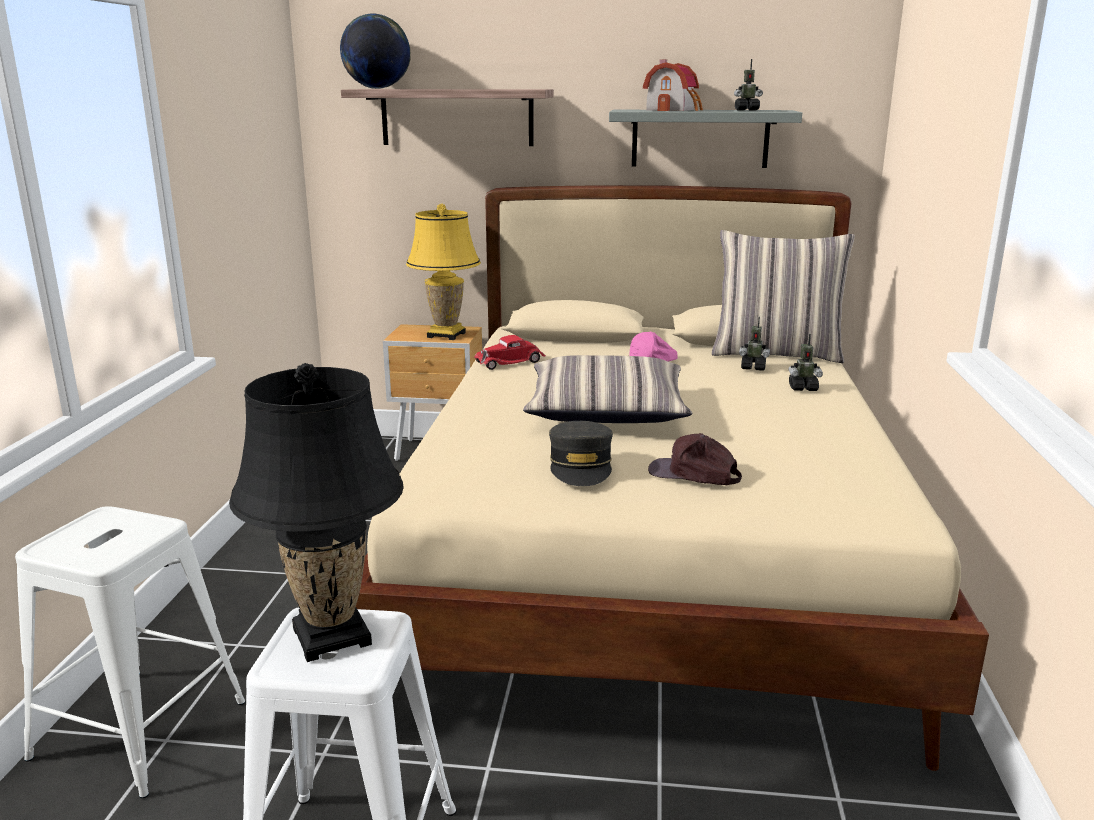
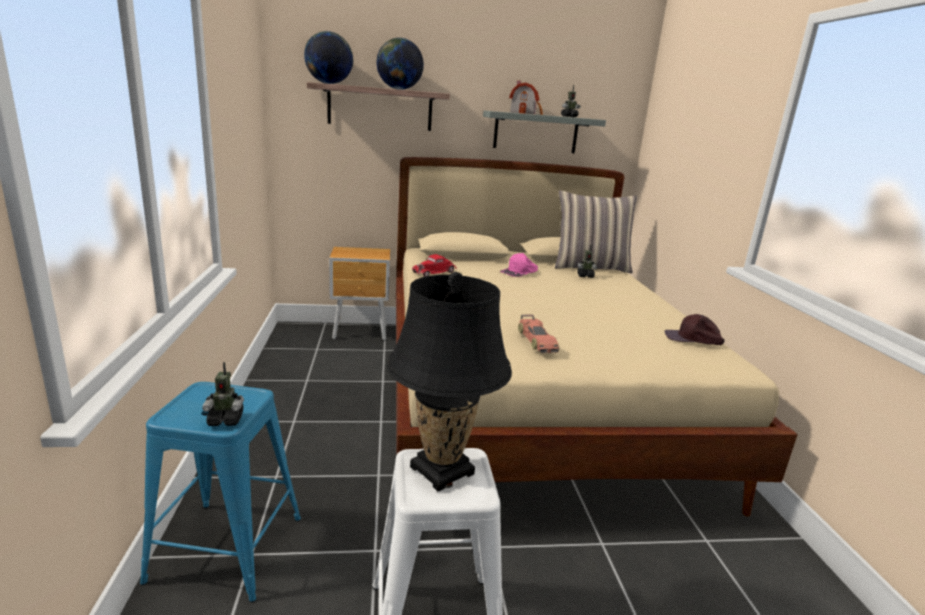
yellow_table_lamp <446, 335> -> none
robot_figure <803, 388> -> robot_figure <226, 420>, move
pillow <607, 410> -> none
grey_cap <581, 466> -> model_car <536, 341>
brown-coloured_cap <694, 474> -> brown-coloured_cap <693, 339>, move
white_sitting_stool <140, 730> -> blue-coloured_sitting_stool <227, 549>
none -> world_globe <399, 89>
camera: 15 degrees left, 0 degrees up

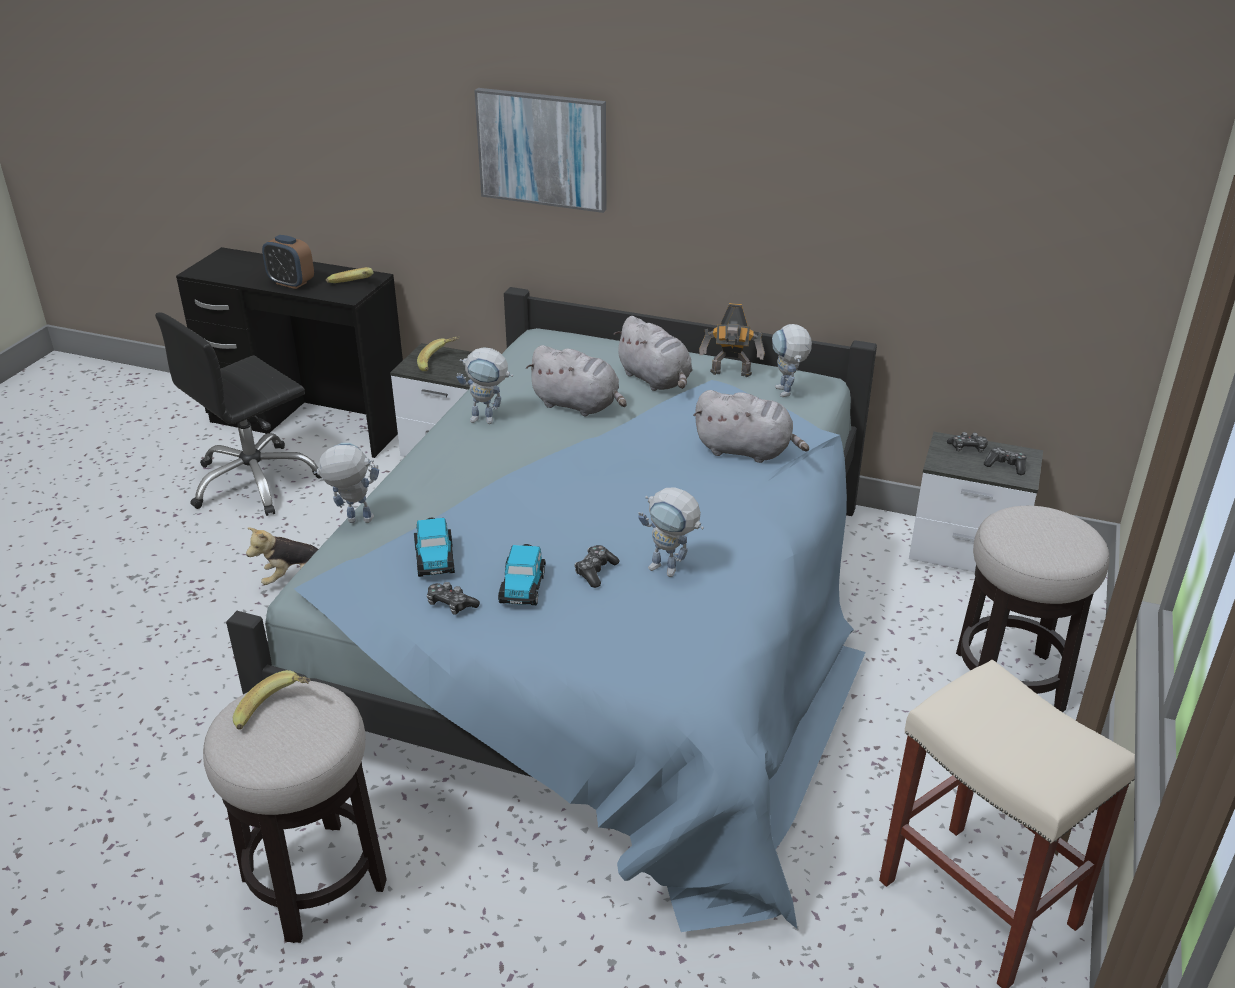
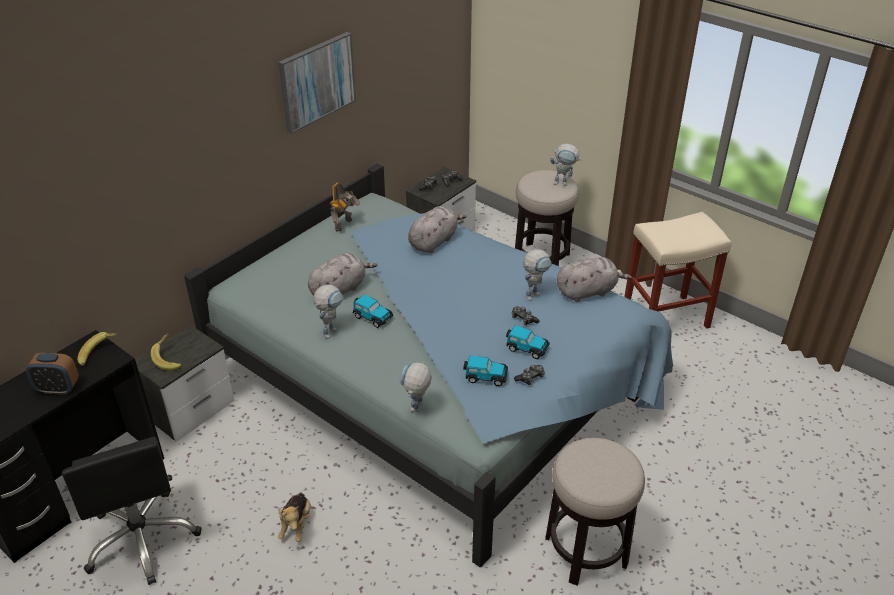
wall_art <543, 149> -> wall_art <317, 81>, move
alarm_clock <291, 283> -> alarm_clock <58, 388>, 45 degrees clockwise
grey_soft_toy <656, 380> -> grey_soft_toy <588, 291>, move
robot_figure <787, 394> -> robot_figure <564, 183>, move
whole_banana <276, 712> -> none
none -> model_car <372, 317>
camera: 70 degrees left, 5 degrees up

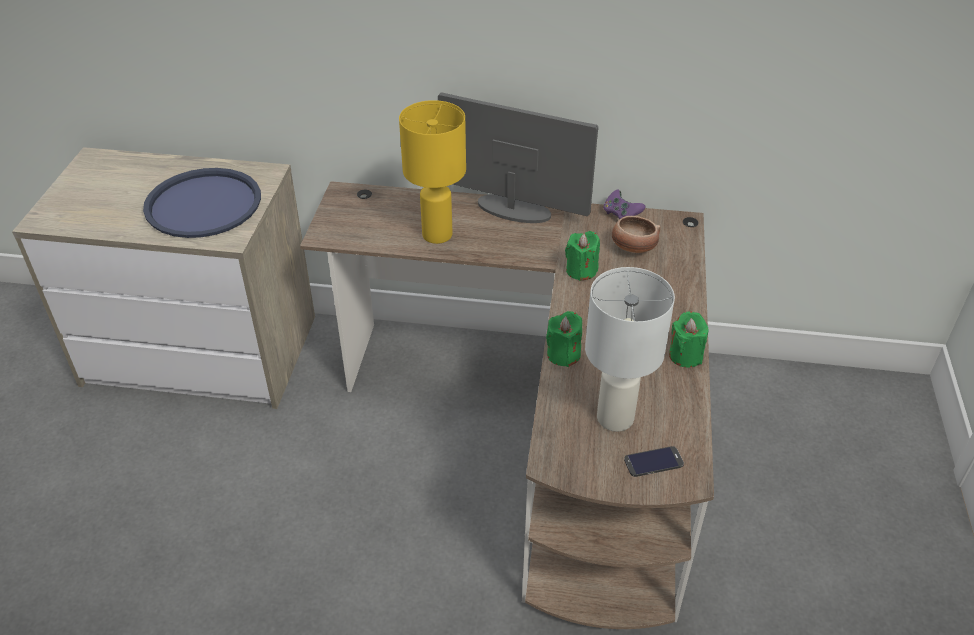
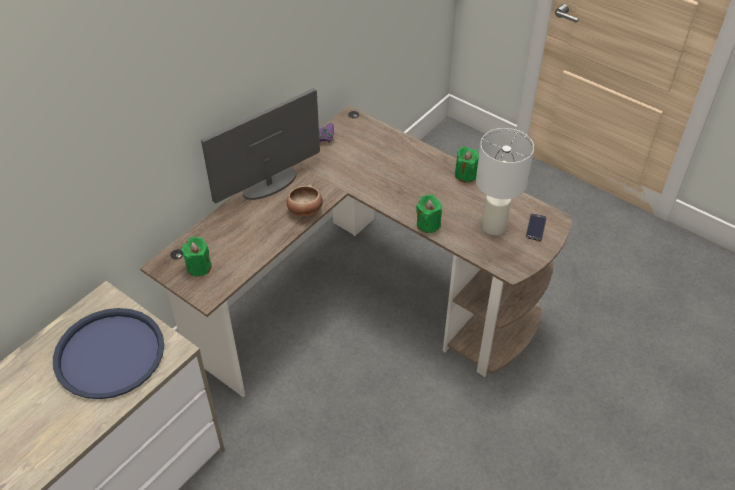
yellow_table_lamp <436, 234> -> none
serving_bowl <633, 247> -> serving_bowl <305, 210>, move
green-coloured_wax_light <581, 270> -> green-coloured_wax_light <199, 267>, move
camera: 60 degrees left, 5 degrees up

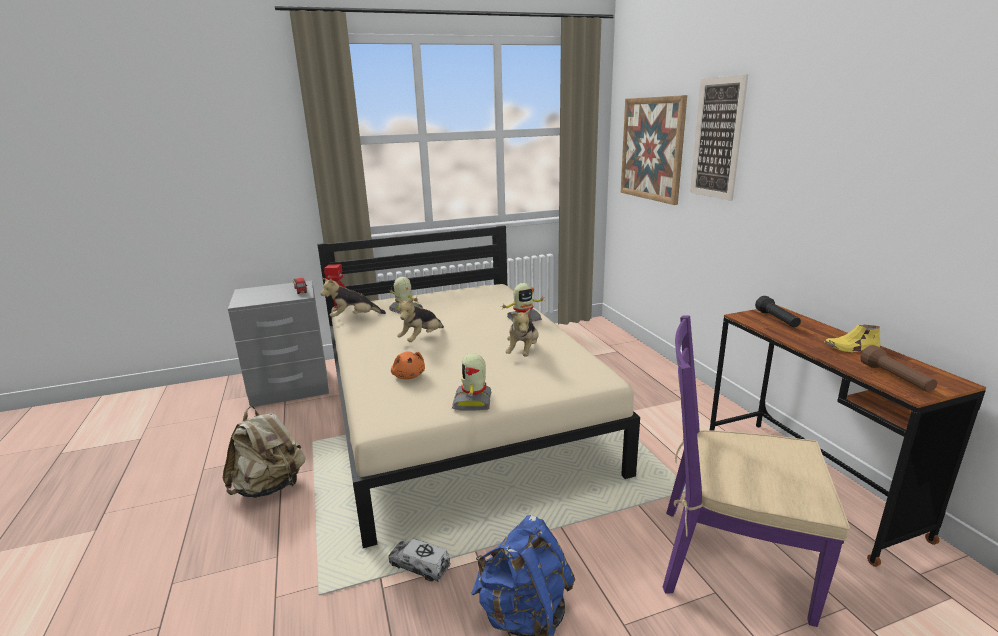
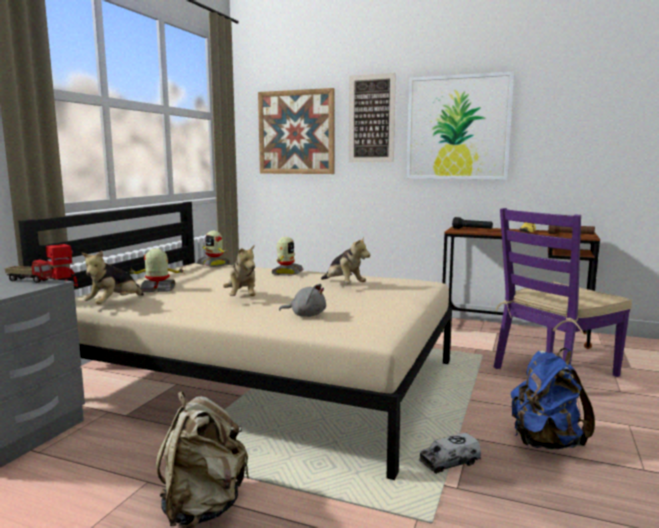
orangey_soft_toy <409, 376> -> grey_soft_toy <306, 315>
robot_figure <473, 401> -> robot_figure <214, 264>, move
none -> wall_art <458, 128>
camera: 50 degrees left, 10 degrees down

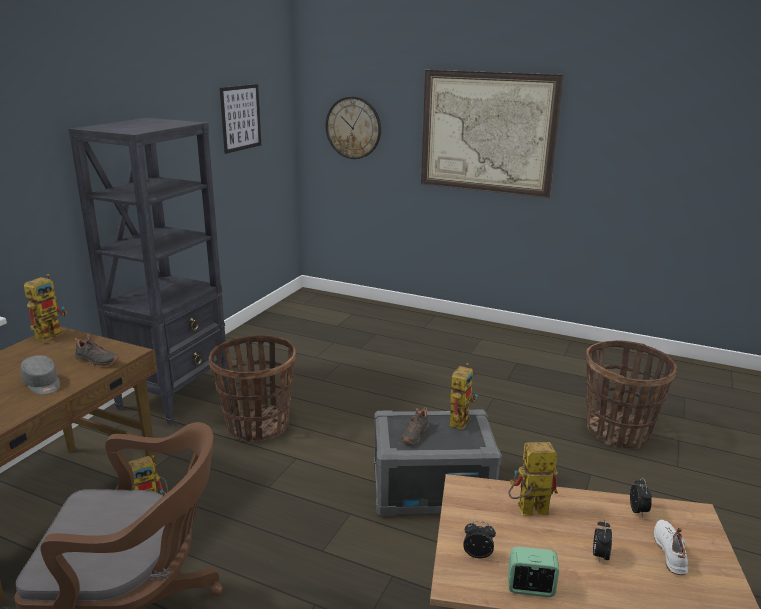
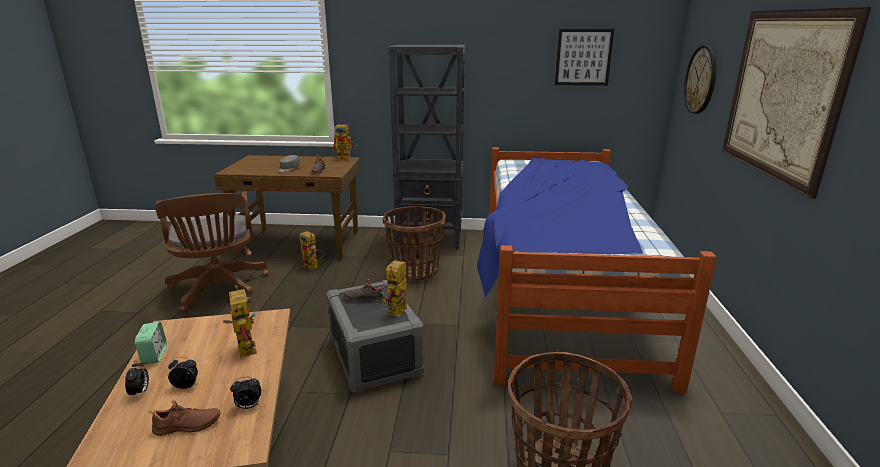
robot_figure <459, 419> -> robot_figure <397, 313>, 105 degrees clockwise
white_item_of_footwear <671, 552> -> brown-coloured_item_of_footwear <187, 427>
alarm_clock <478, 554> -> alarm_clock <140, 392>, move
none -> bedroom_bed <558, 290>
camera: 70 degrees right, 0 degrees up

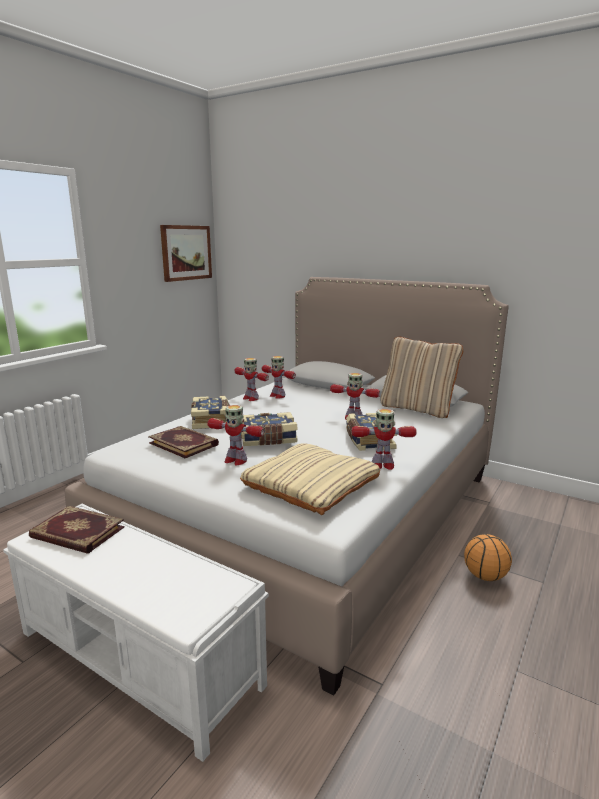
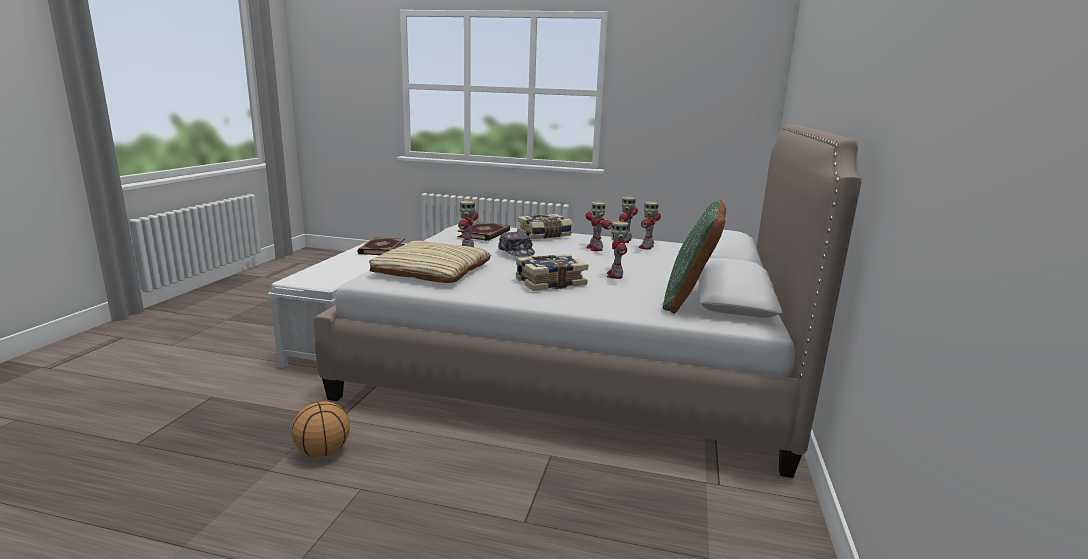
wall_art <186, 252> -> none
sand-coloured_pillow <417, 409> -> green-coloured_pillow <689, 300>
robot_figure <382, 465> -> robot_figure <595, 248>, move
bound_book <268, 439> -> cap <516, 252>
basketball_ball <485, 576> -> basketball_ball <322, 452>, move
camera: 70 degrees right, 0 degrees up

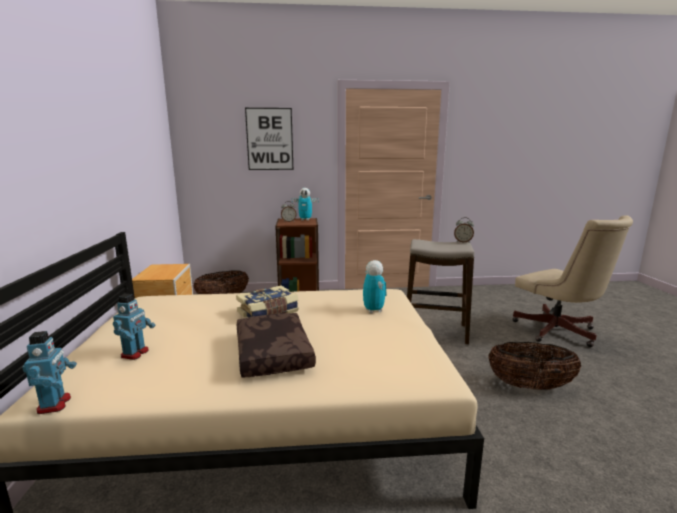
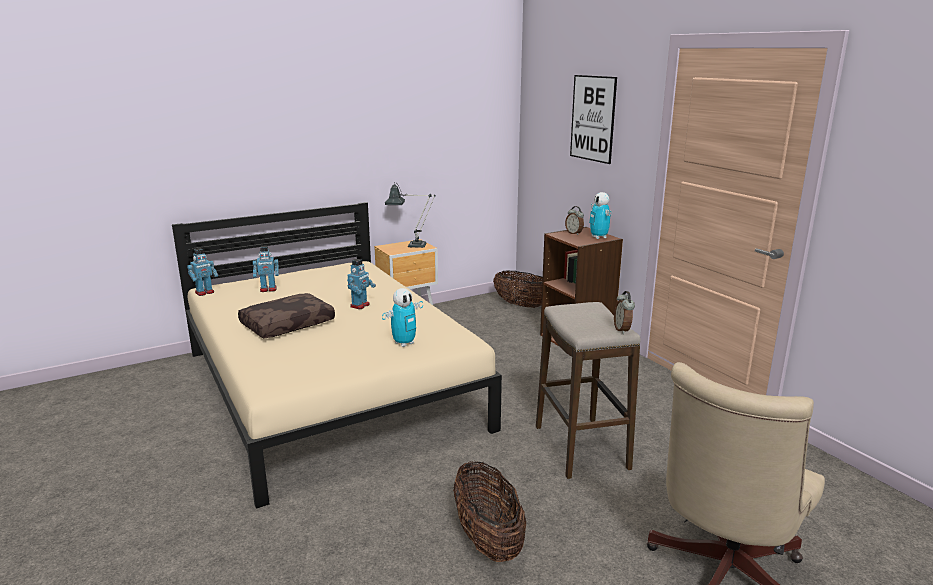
bound_book <268, 313> -> robot_figure <360, 305>
none -> table_lamp <412, 246>
camera: 65 degrees right, 5 degrees up

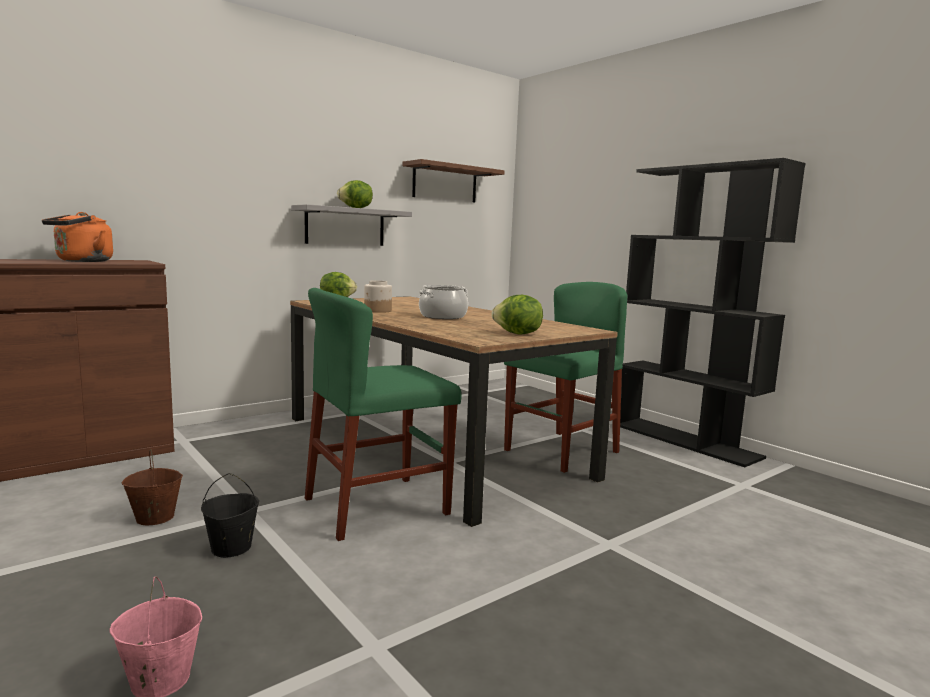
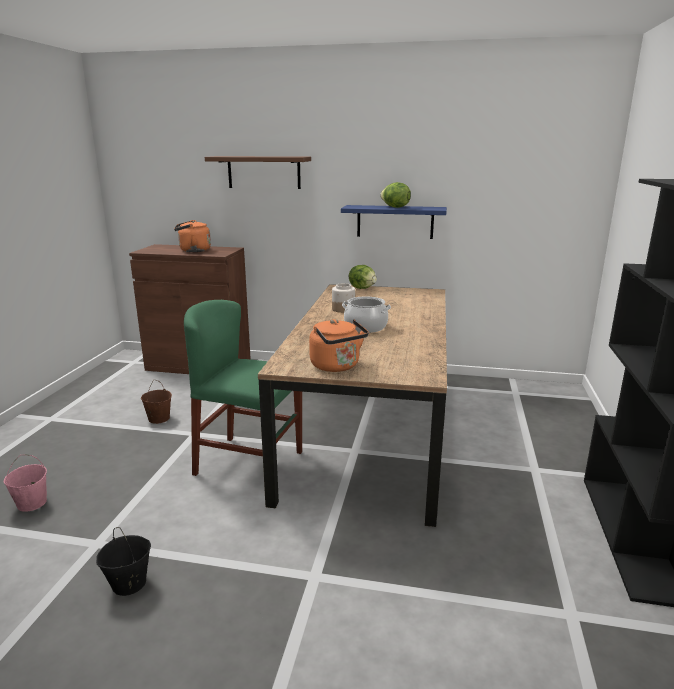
brown-coloured_wall_shelf <445, 183> -> brown-coloured_wall_shelf <264, 172>, move
grey_wall_shelf <345, 226> -> blue-coloured_wall_shelf <395, 221>
green-coloured_upright_chair <561, 451> -> none
lettuce <517, 334> -> orangey_water_kettle <337, 366>
blackish_pail <231, 548> -> blackish_pail <128, 584>, move
camera: 50 degrees right, 10 degrees up

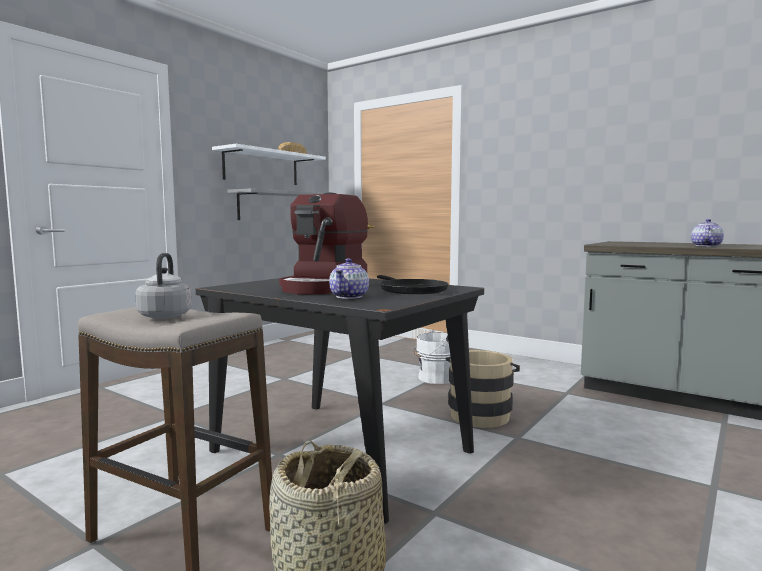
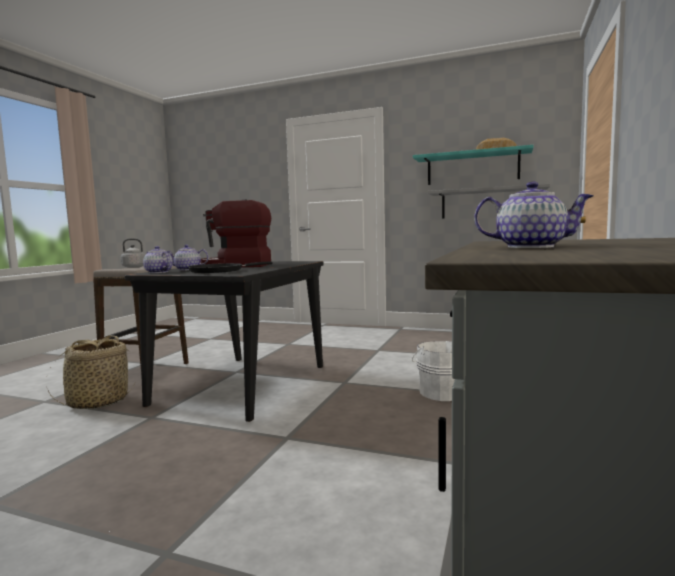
white_wall_shelf <261, 167> -> turquoise_wall_shelf <472, 168>
sand-coloured_pail <480, 414> -> none
none -> teapot <158, 272>
camera: 75 degrees right, 0 degrees up

